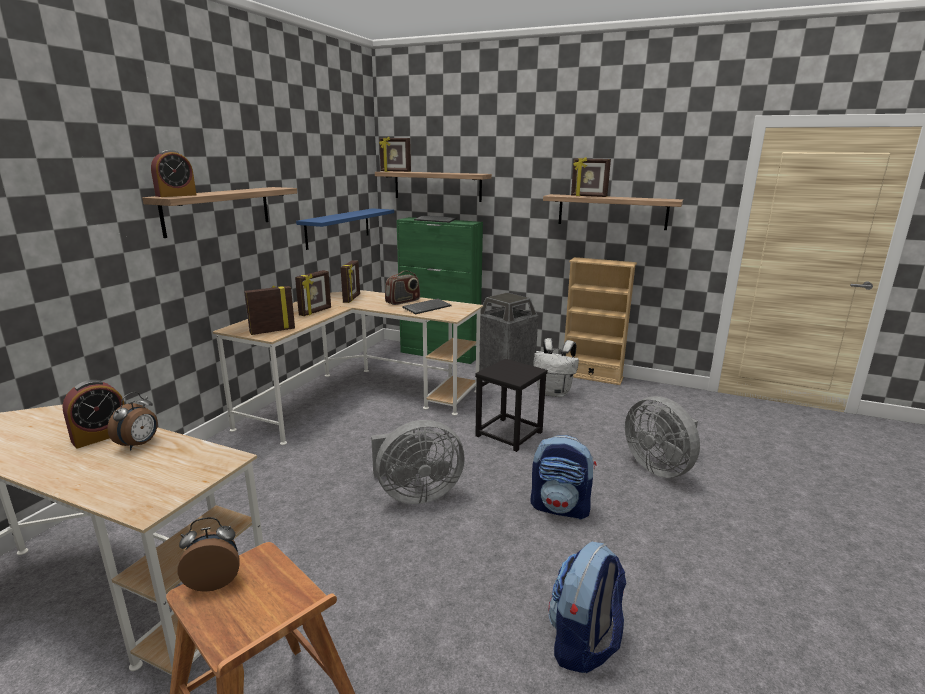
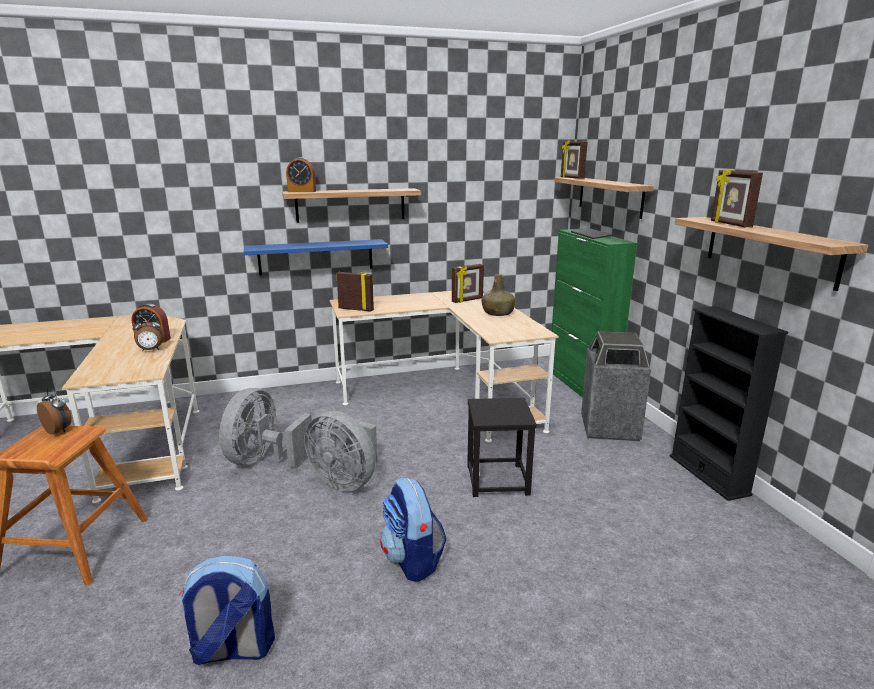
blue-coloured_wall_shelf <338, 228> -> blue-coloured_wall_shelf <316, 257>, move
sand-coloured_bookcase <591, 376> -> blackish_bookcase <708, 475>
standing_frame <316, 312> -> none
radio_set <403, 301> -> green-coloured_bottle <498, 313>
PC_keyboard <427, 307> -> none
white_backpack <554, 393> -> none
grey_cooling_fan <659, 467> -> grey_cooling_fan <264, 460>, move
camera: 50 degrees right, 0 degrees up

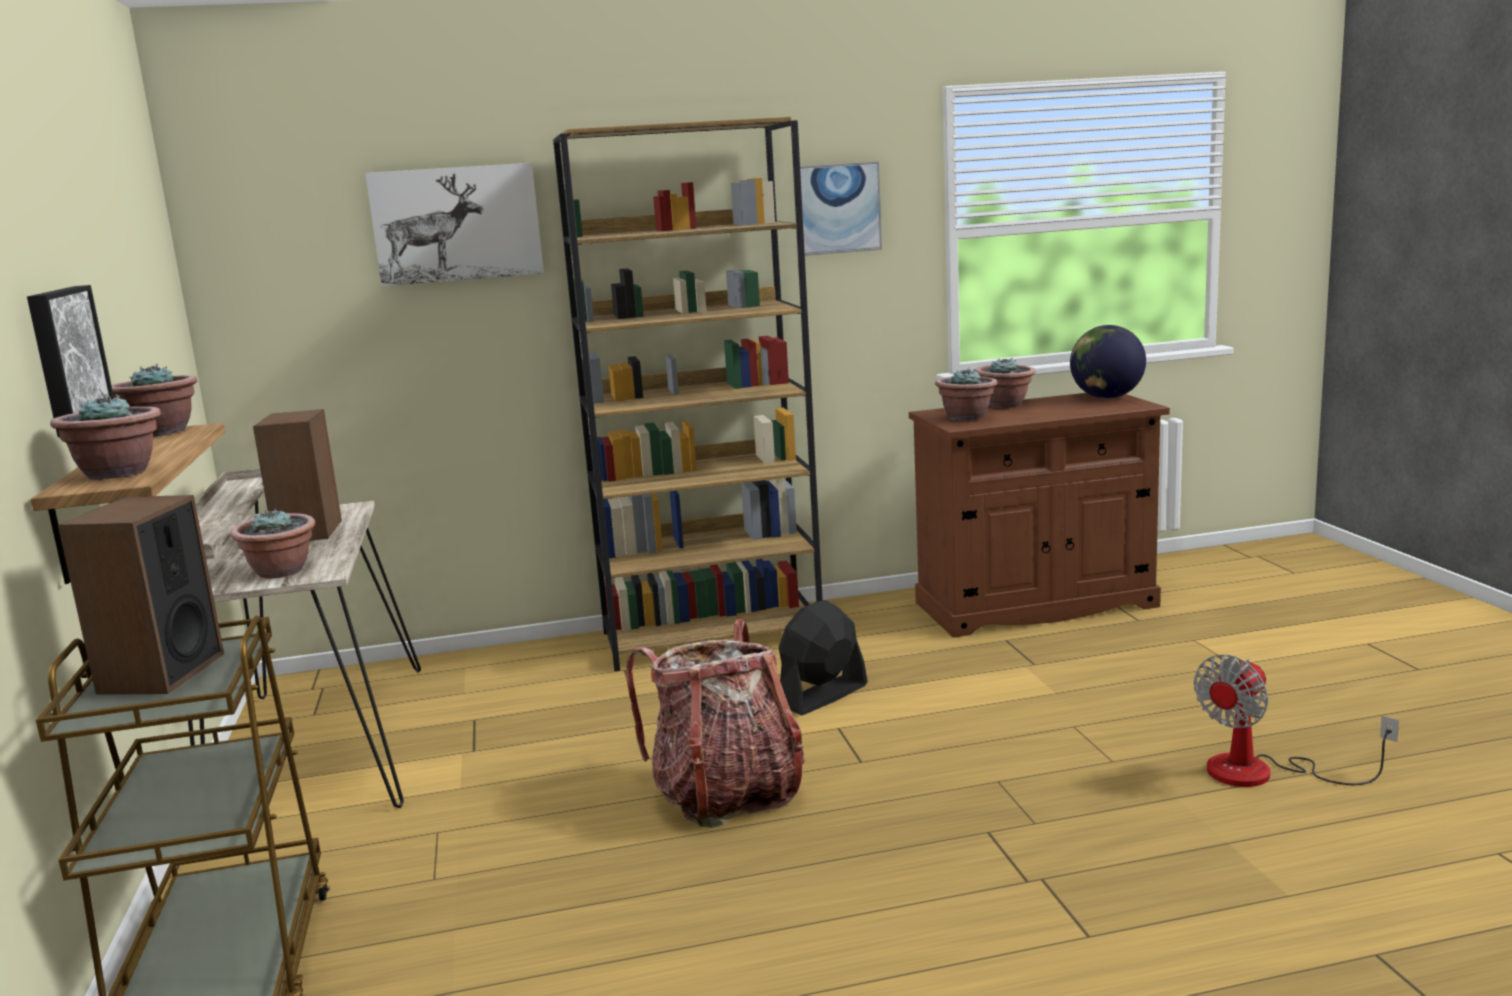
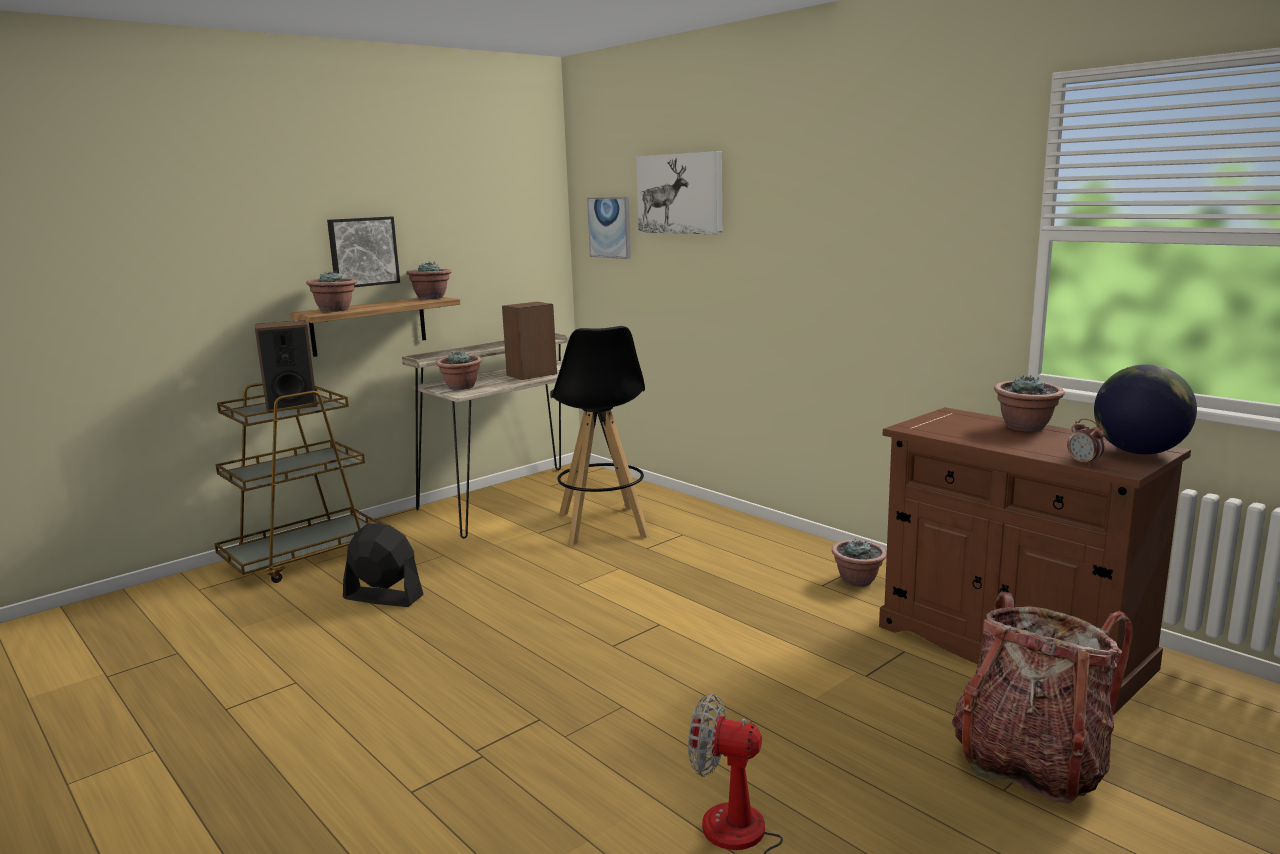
brown-coloured_bookcase <712, 636> -> none
wall_art <837, 208> -> wall_art <610, 227>, move
potted_plant <966, 418> -> potted_plant <858, 581>, move
blackish_cooling_fan <822, 695> -> blackish_cooling_fan <383, 597>, move
backpack <726, 794> -> backpack <1030, 762>, move
none -> blackish_sitting_stool <602, 525>
none -> alarm_clock <1084, 463>
camera: 60 degrees right, 0 degrees up

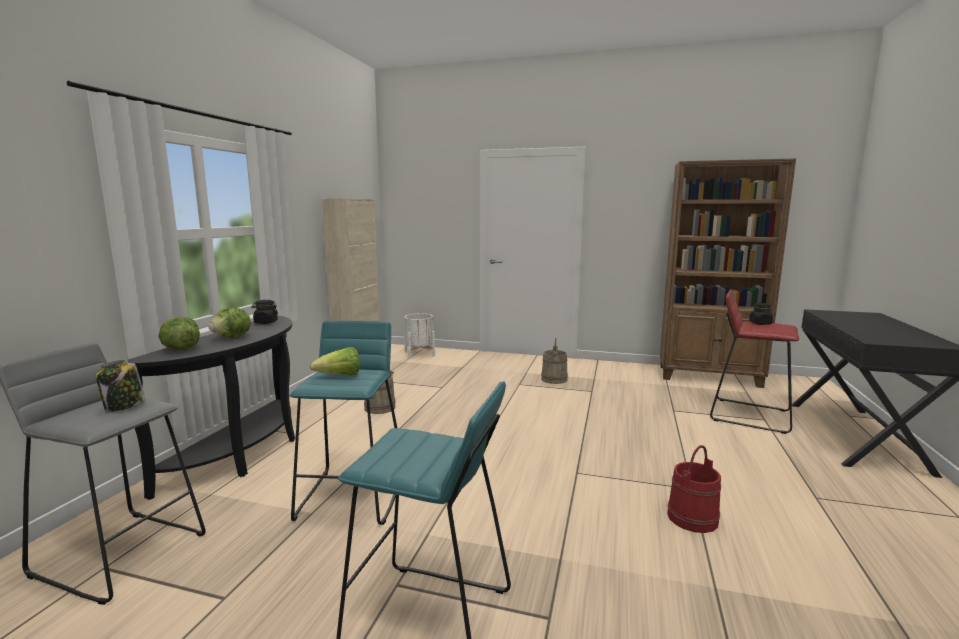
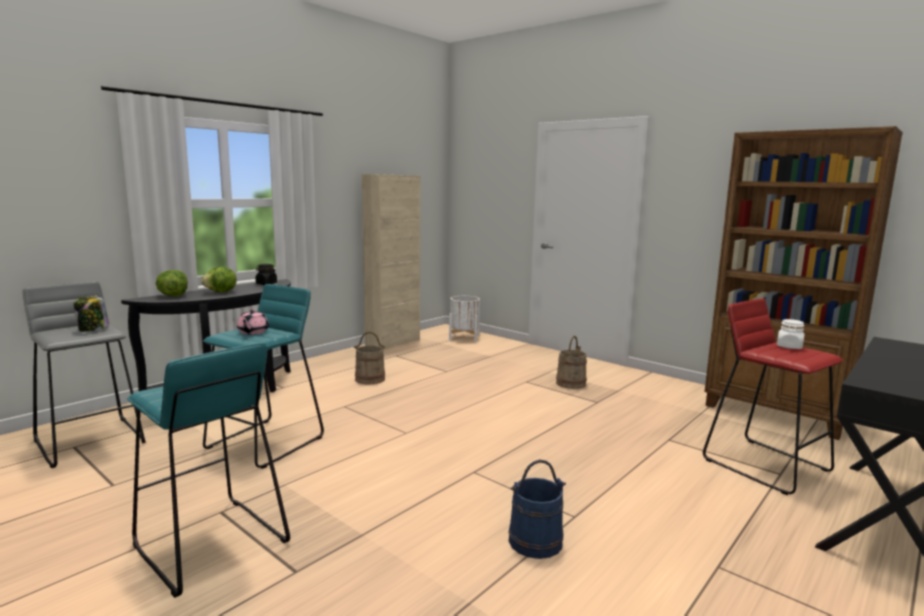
blackish_preserve_jar <760, 323> -> white_preserve_jar <789, 347>
lettuce <340, 376> -> pink_teapot <253, 332>
red-coloured_pail <692, 518> -> blue-coloured_pail <535, 541>
camera: 25 degrees right, 0 degrees up

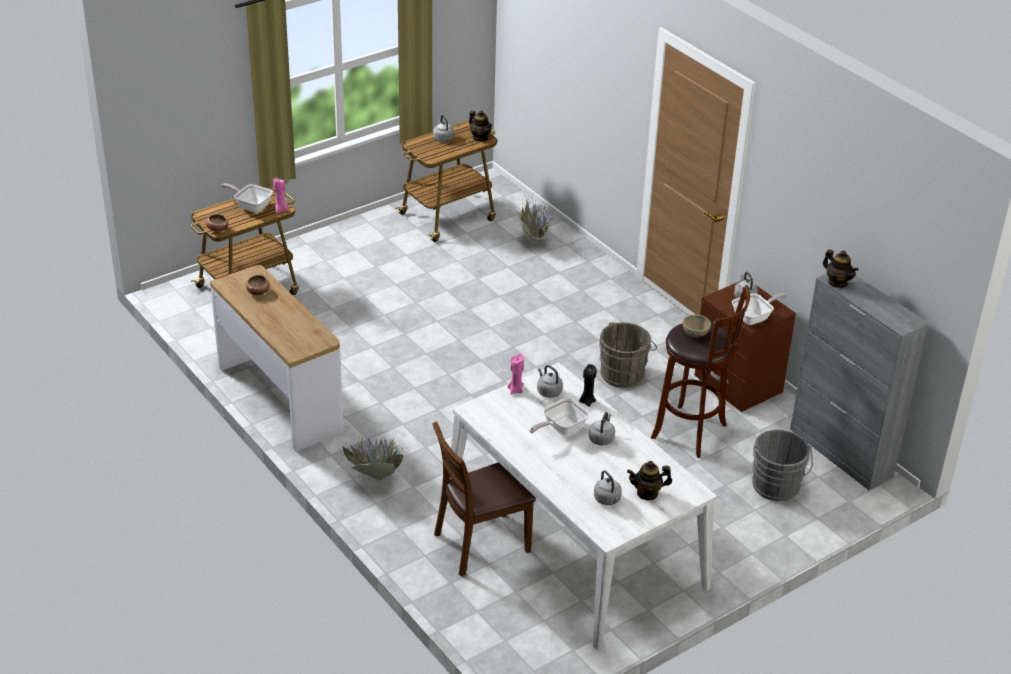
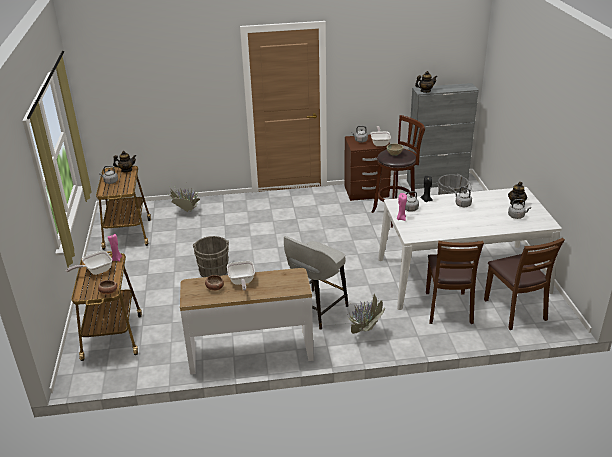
grey_pail <624, 373> -> grey_pail <214, 270>, move
skillet <561, 428> -> skillet <241, 282>, move
none -> grey_sitting_stool <315, 310>
none -> brown-coloured_upright_chair <515, 310>
camera: 60 degrees left, 5 degrees down

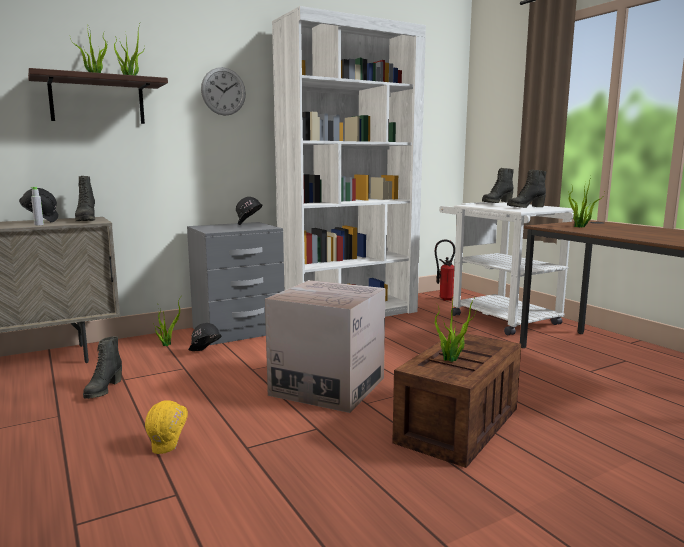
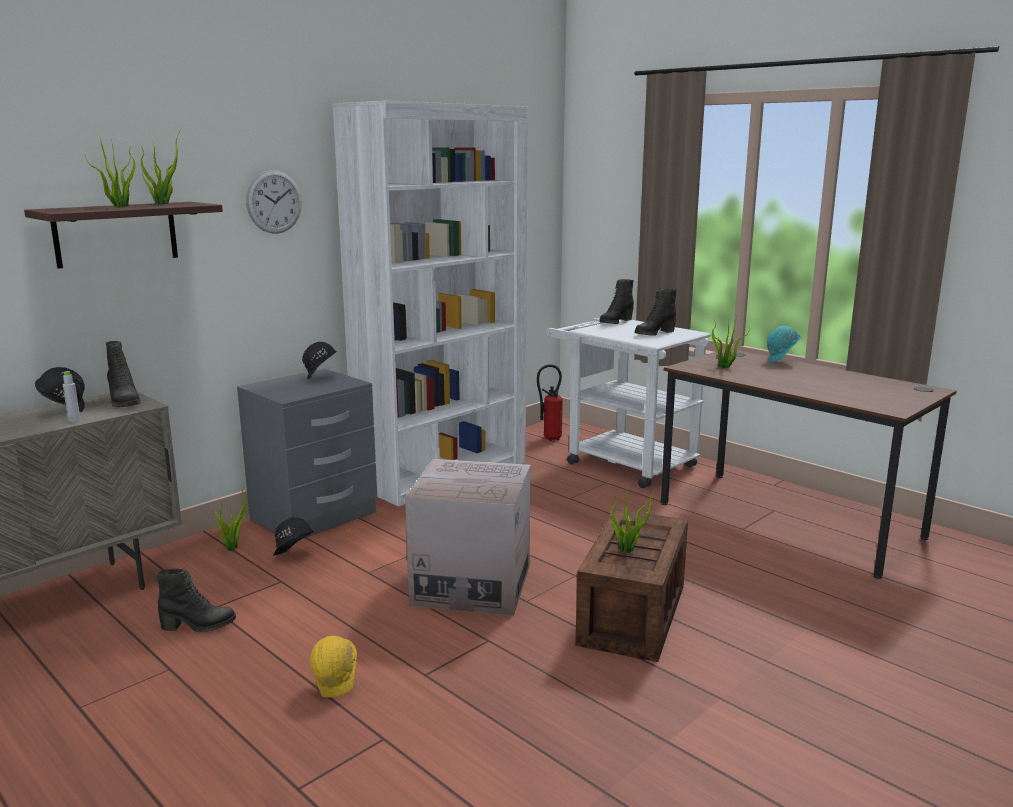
blackish_tall_boot <103, 390> -> blackish_tall_boot <198, 626>, 90 degrees counterclockwise
none -> turquoise_work_helmet <782, 362>
camera: 15 degrees left, 5 degrees up

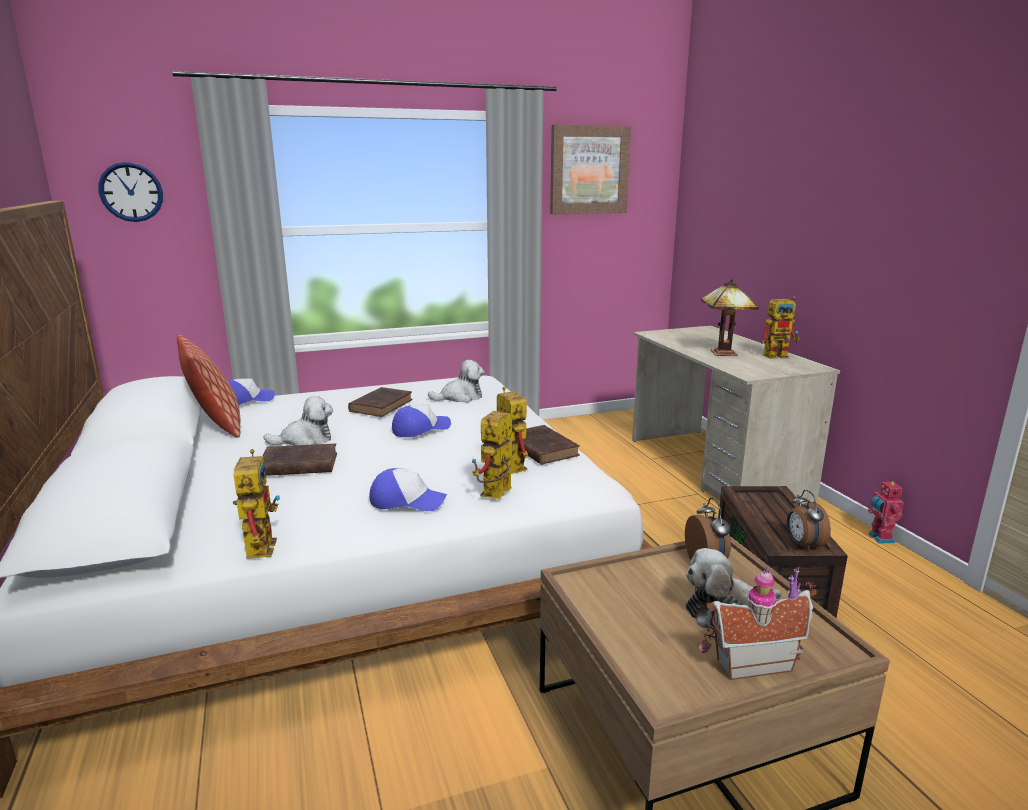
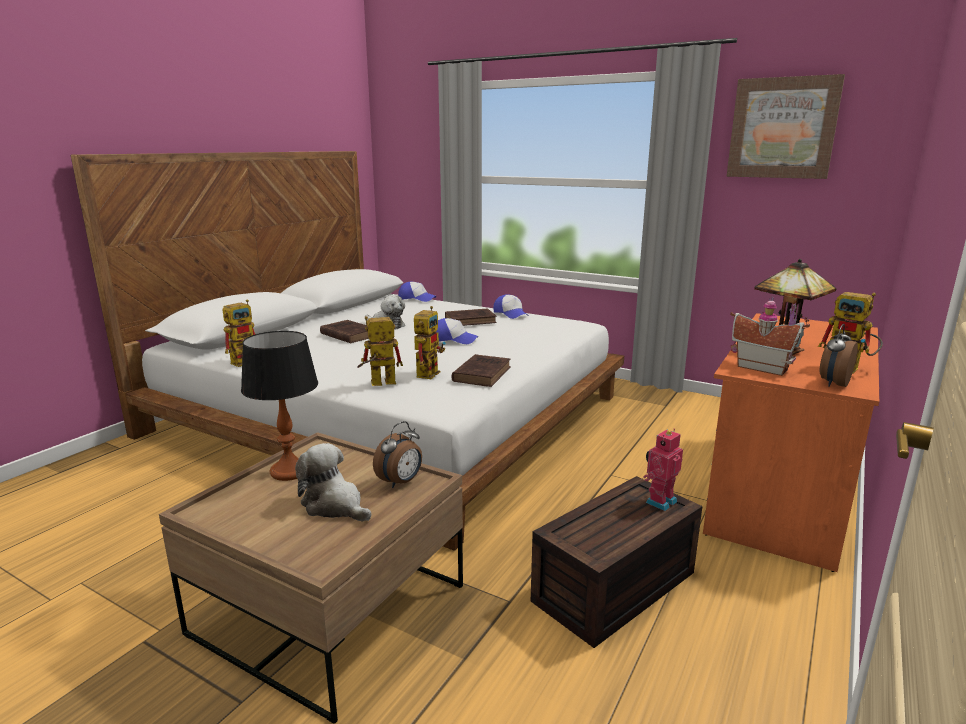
wall_clock <131, 192> -> none
sand-coloured_desk <715, 469> -> orangey_desk <781, 493>
pillow <216, 426> -> none
soft_toy <460, 397> -> none
cap <407, 501> -> cap <511, 314>, move
robot_figure <879, 538> -> robot_figure <659, 501>, move
alarm_clock <803, 545> -> alarm_clock <833, 383>, move
model_house <749, 661> -> model_house <762, 367>, move
none -> table_lamp <290, 471>
camera: 50 degrees right, 0 degrees up

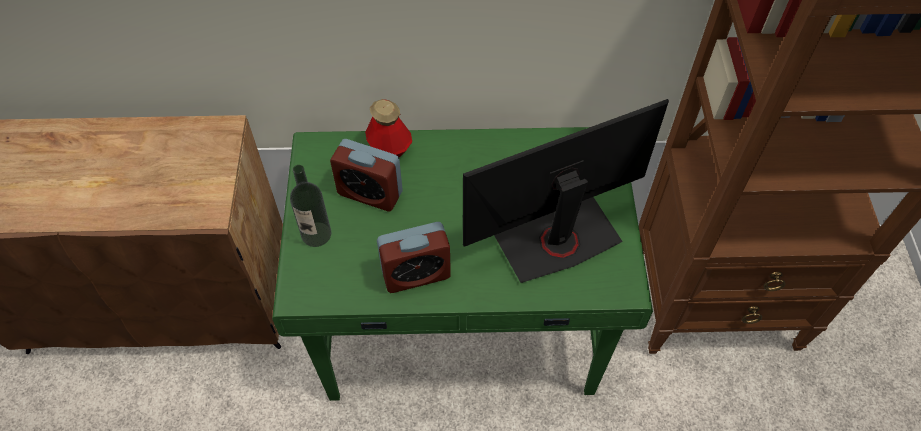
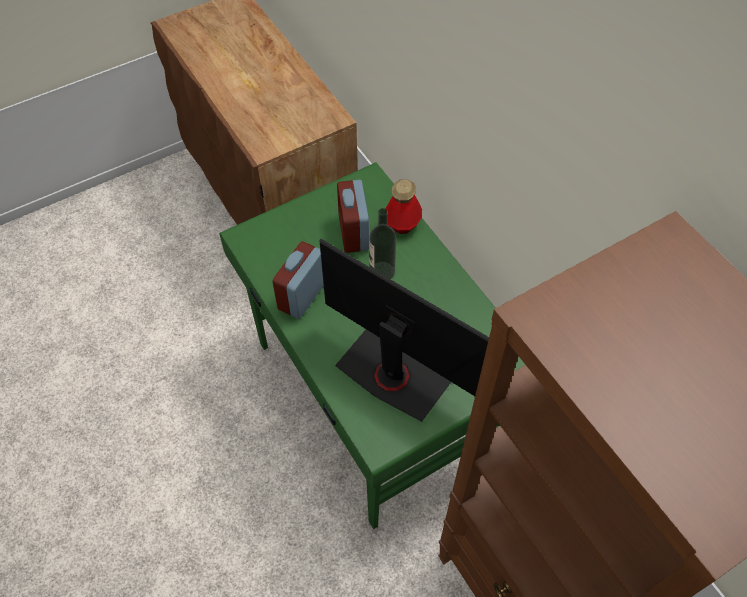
bottle <316, 234> -> bottle <382, 271>, move
alarm_clock <416, 274> -> alarm_clock <302, 295>, 75 degrees clockwise
camera: 60 degrees right, 0 degrees up

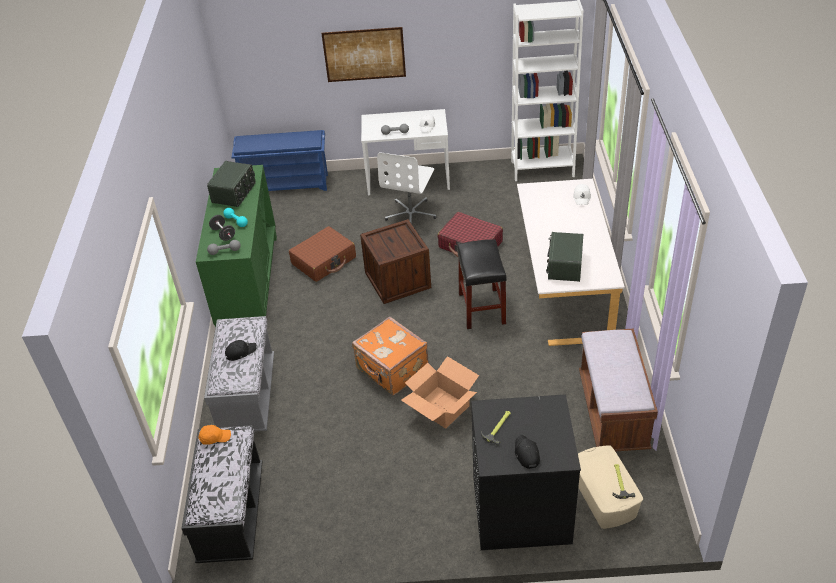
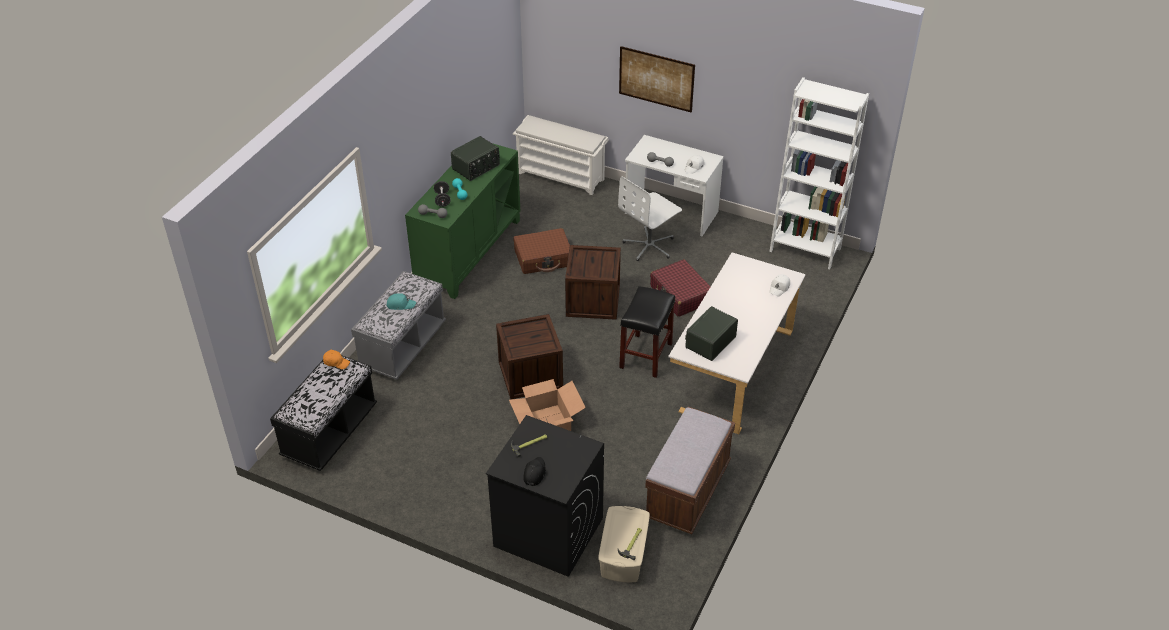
blue-coloured_shoe_rack <286, 184> -> white_shoe_rack <561, 176>
orangey_piece_of_luggage <392, 370> -> crate <530, 375>
blackish_cap <240, 352> -> turquoise_cap <400, 304>
camera: 25 degrees right, 0 degrees up

